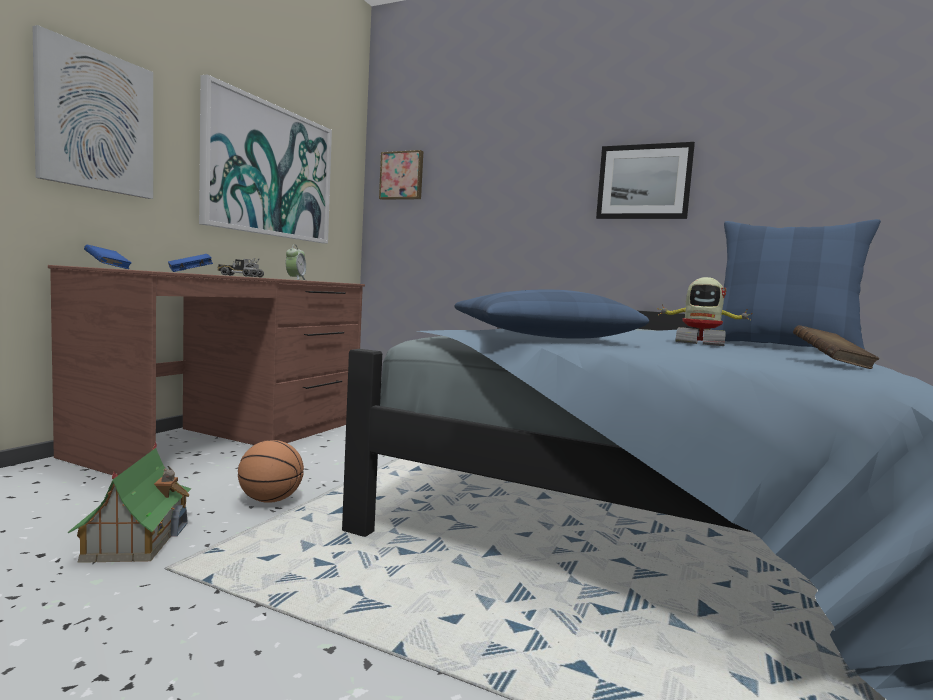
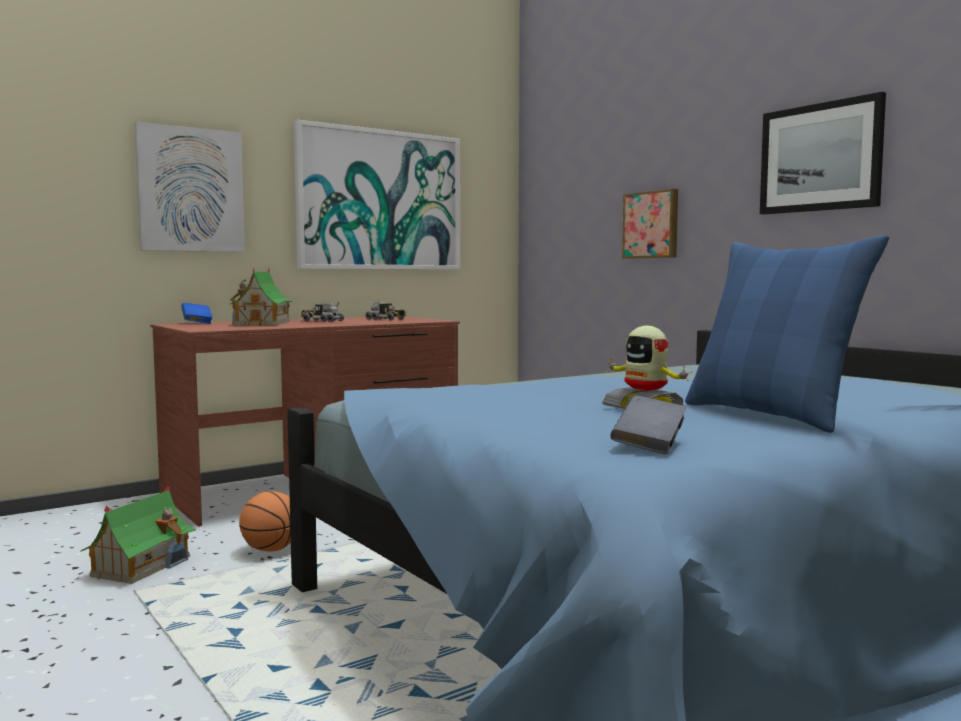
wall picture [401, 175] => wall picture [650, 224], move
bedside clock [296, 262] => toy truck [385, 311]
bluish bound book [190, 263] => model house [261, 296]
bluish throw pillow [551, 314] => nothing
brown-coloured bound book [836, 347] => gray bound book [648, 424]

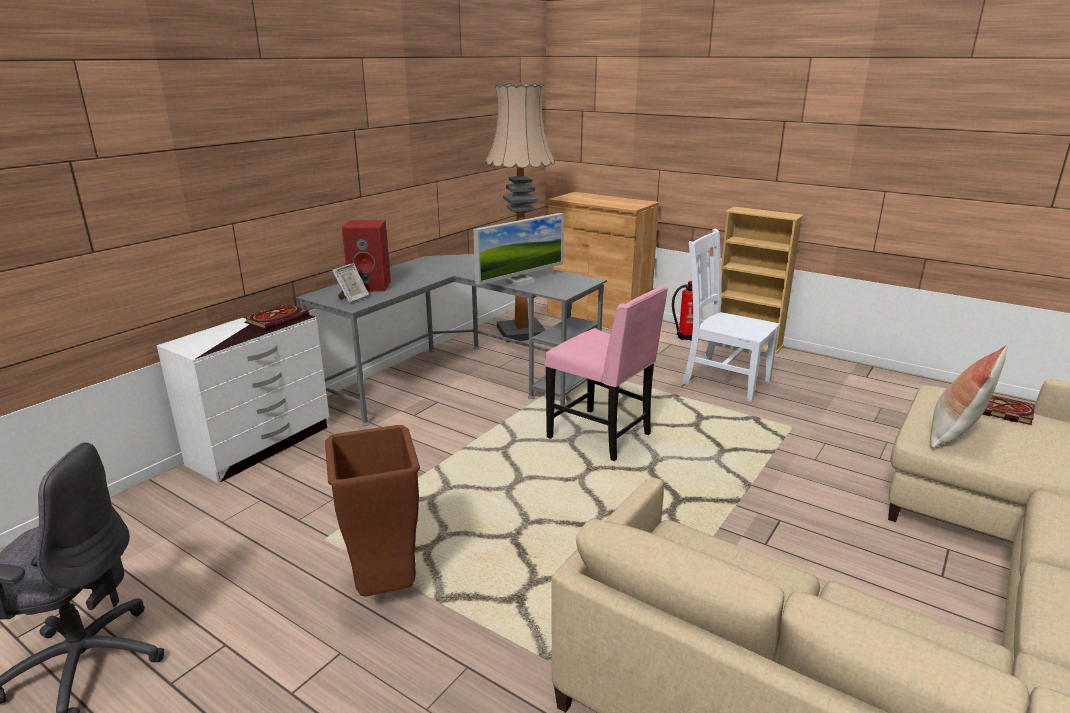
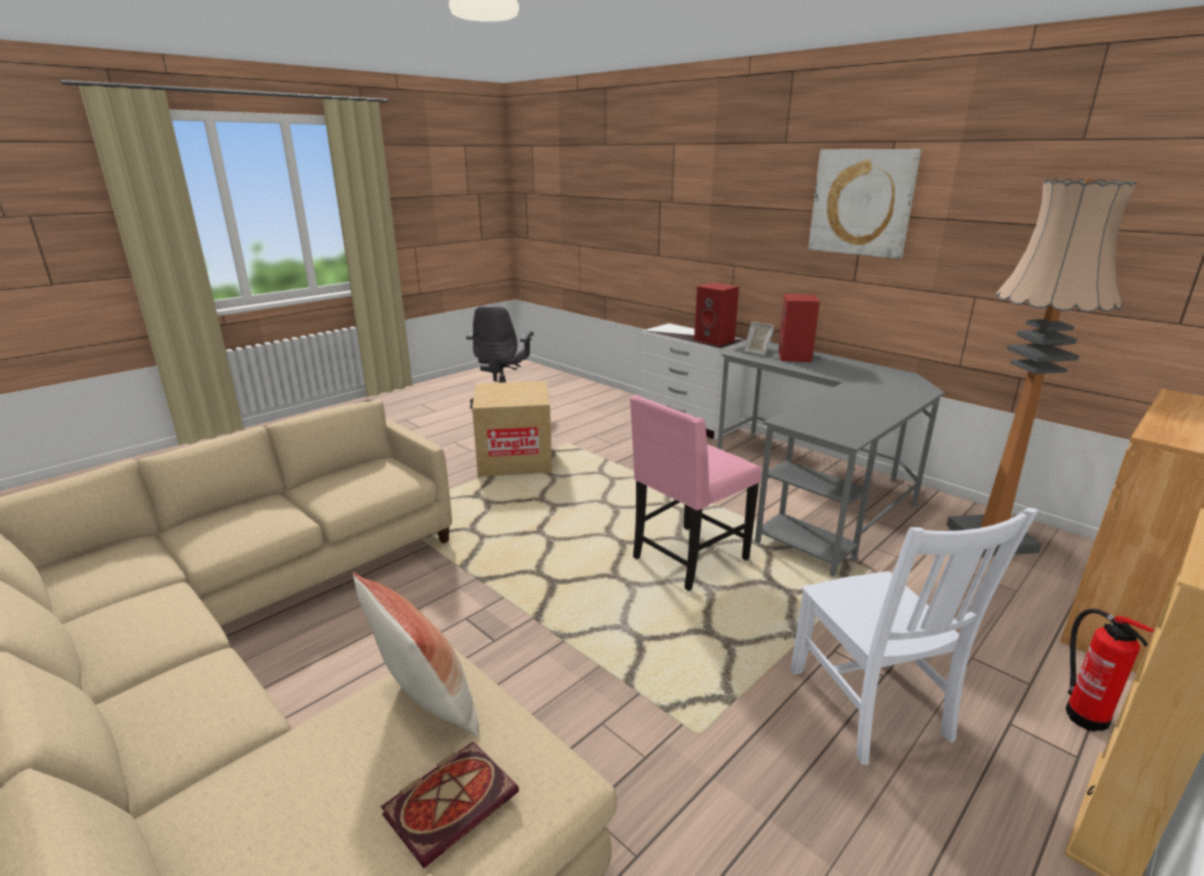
computer display [518, 249] => nothing
white plain chair [731, 315] => white plain chair [914, 636], 120 degrees clockwise
bound book [276, 316] => red audio speaker [716, 314]
brown-coloured trash can [372, 511] => carton [512, 429]
nothing => wall picture [864, 204]

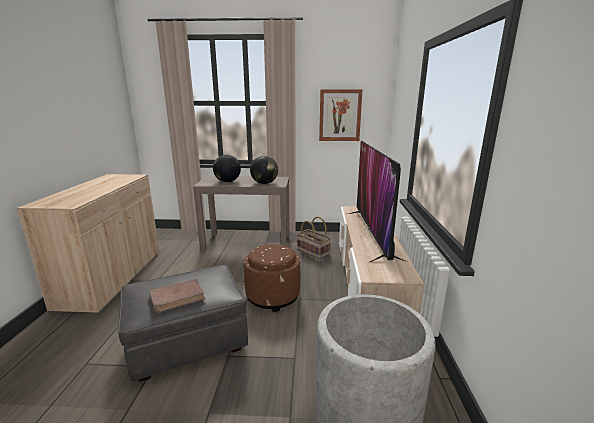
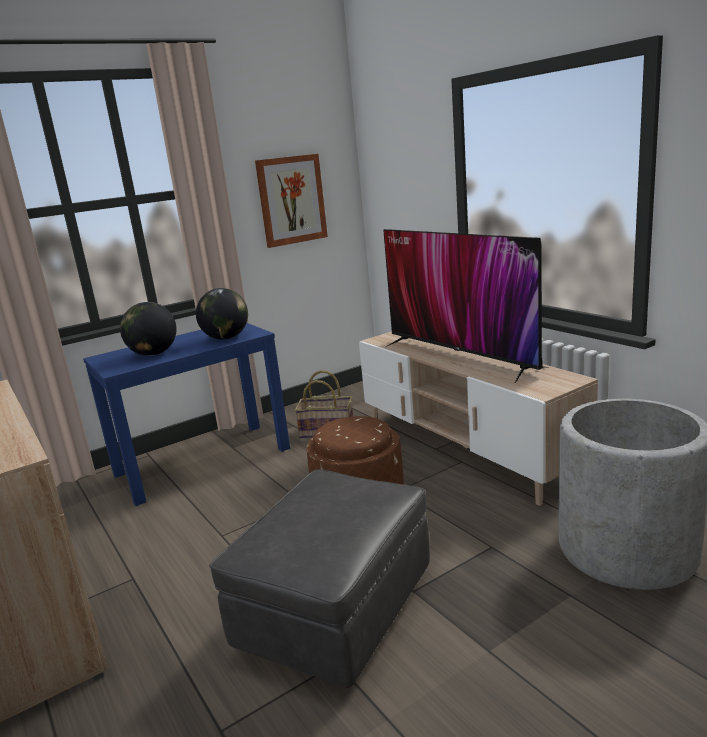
brown-coloured hall table [241, 213] => bluish hall table [186, 414]
brown-coloured bound book [177, 296] => nothing

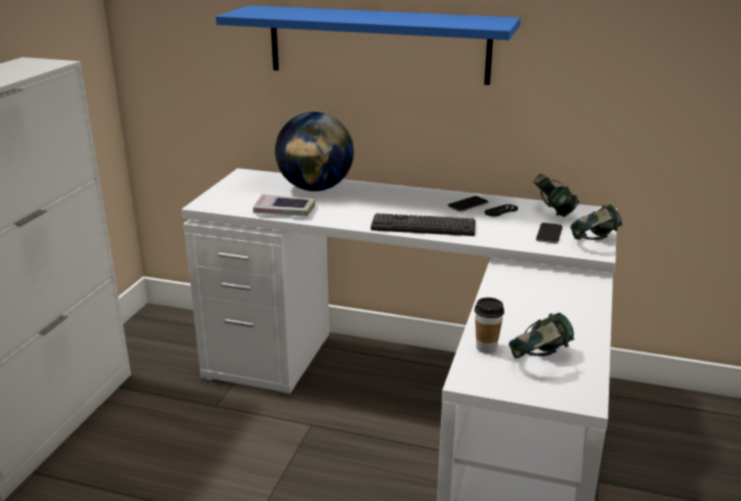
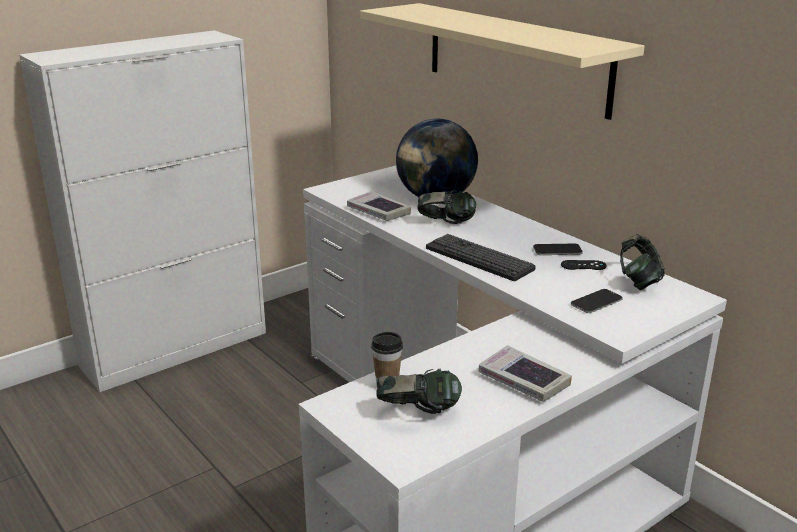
bluish shelf [368, 45] => sand-coloured shelf [502, 61]
headset [596, 222] => headset [447, 207], move
nothing => bound book [525, 373]

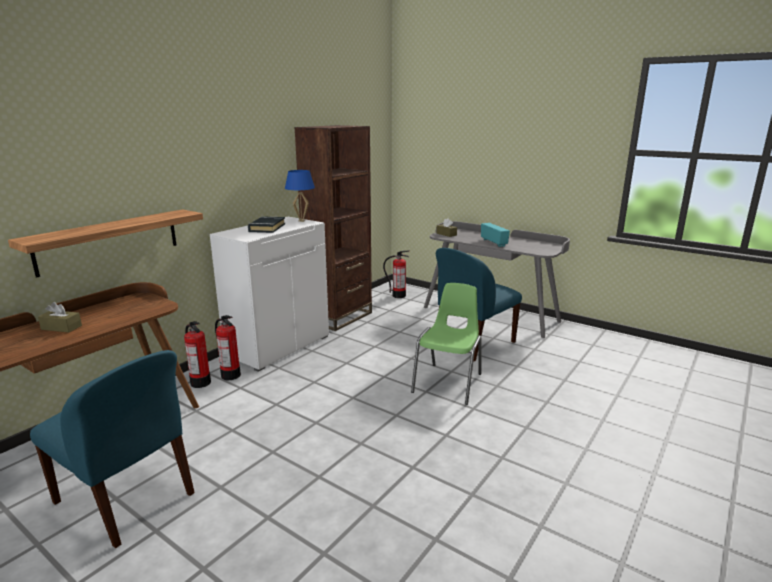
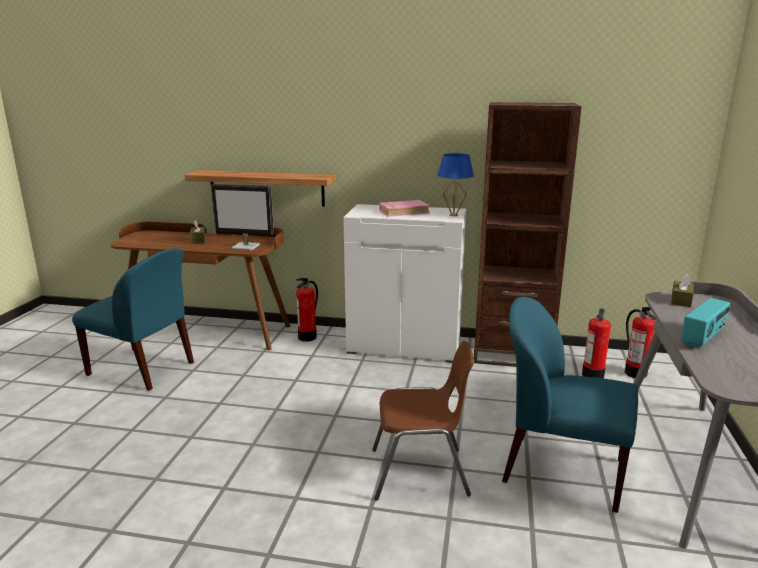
black bound book [266, 224] => pink-coloured bound book [404, 208]
green plain chair [446, 344] => brown-coloured plain chair [423, 421]
fire-fighting cylinder [228, 347] => fire-fighting cylinder [596, 344], move
bluish plain chair [112, 449] => bluish plain chair [133, 319], 75 degrees counterclockwise
nothing => computer display [242, 217]

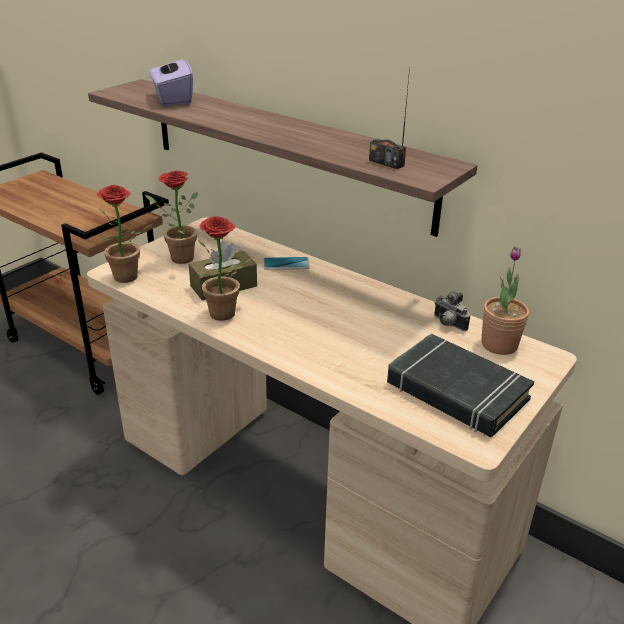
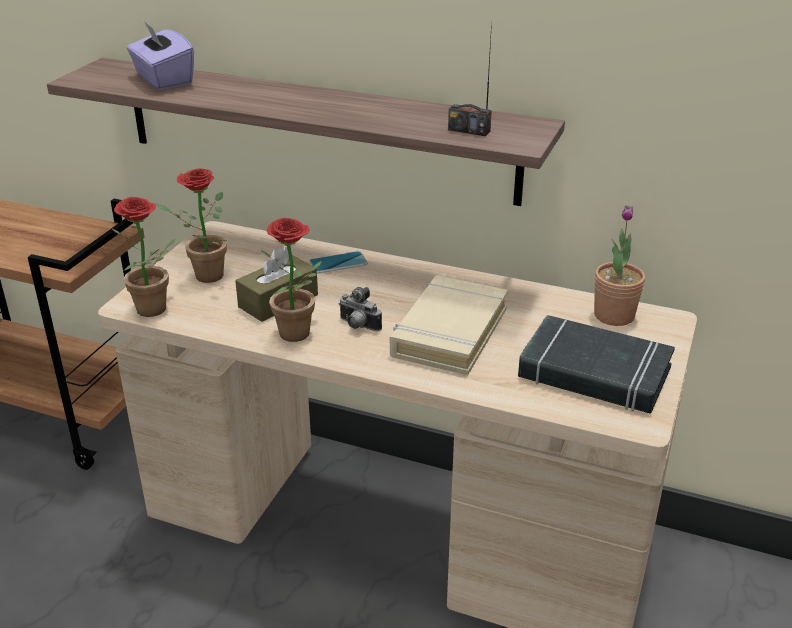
photo camera [452, 311] => photo camera [360, 309], move
nothing => sand-coloured bound book [449, 325]

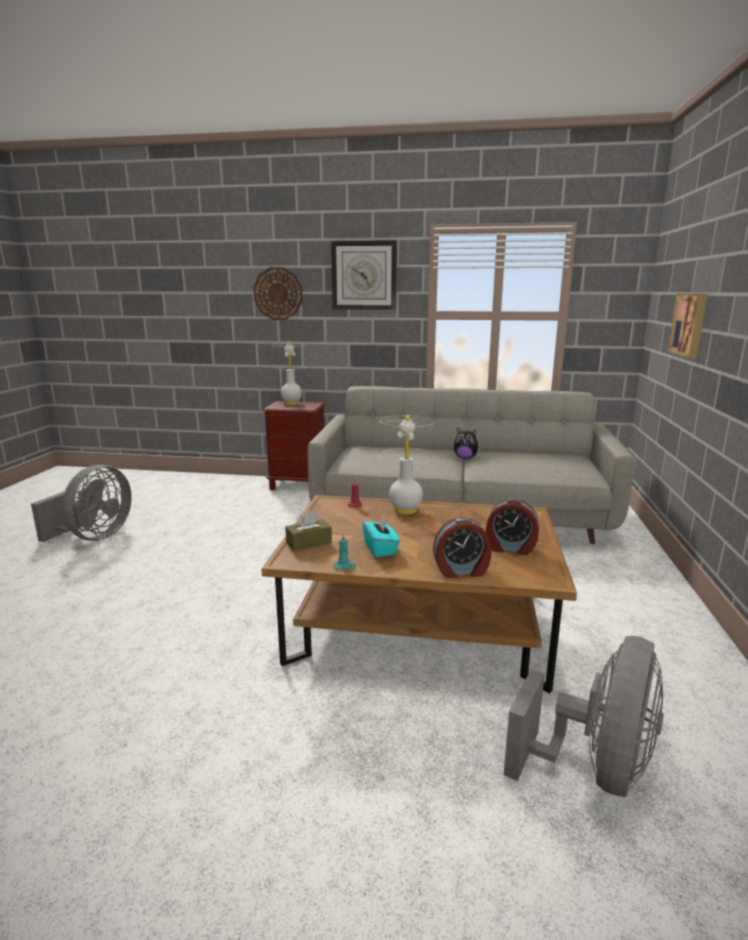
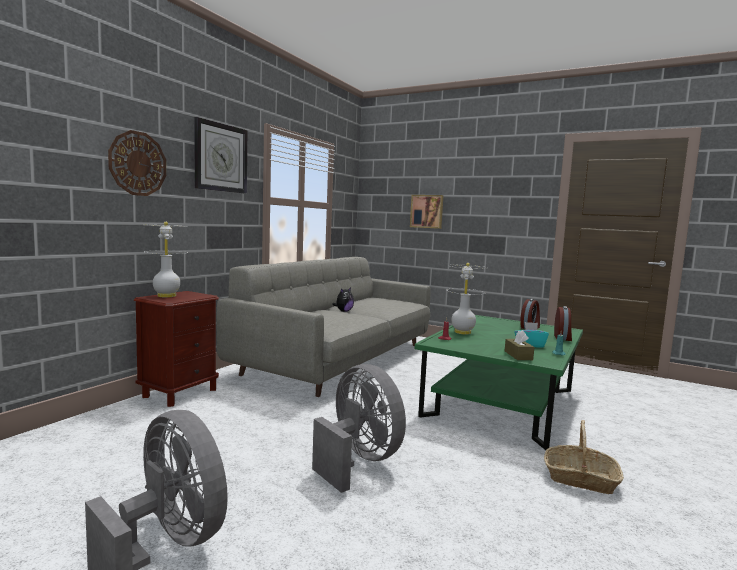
brown-coloured low table [419, 594] => green low table [499, 382]
gray electric fan [583, 716] => gray electric fan [359, 428], move
nothing => basket [584, 457]

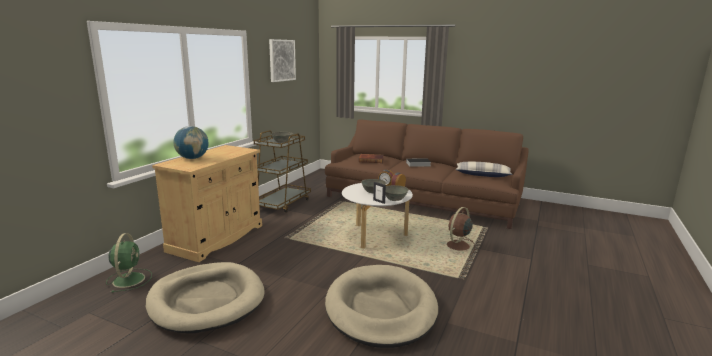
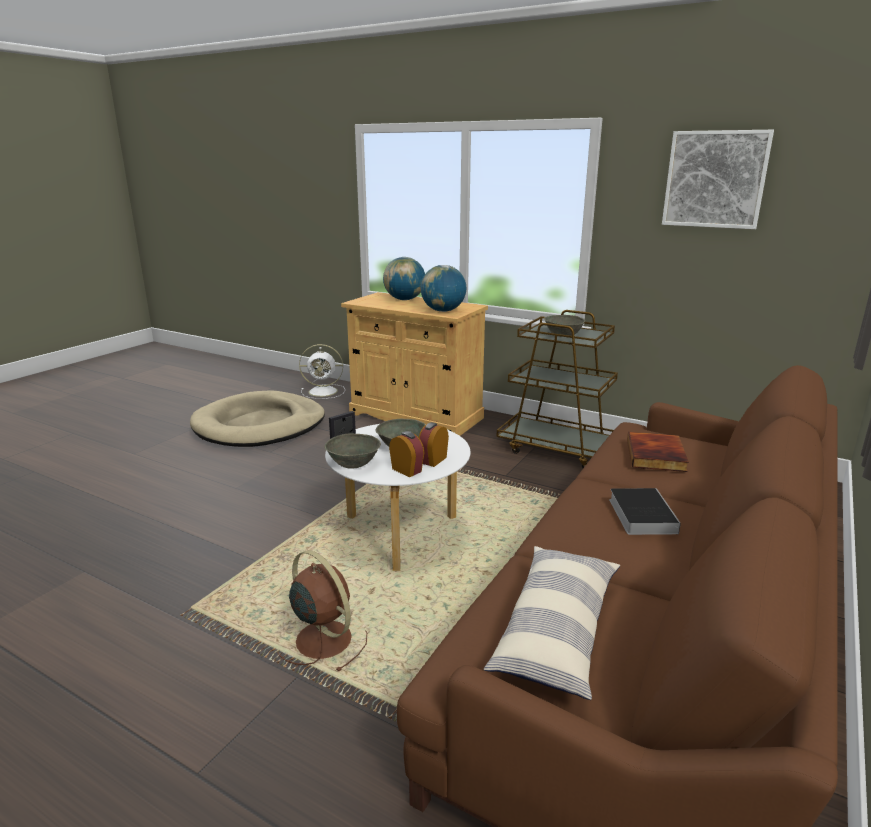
green electric fan [129, 263] => white electric fan [322, 371]
sand-coloured dog bed [381, 306] => nothing
nothing => world globe [443, 288]

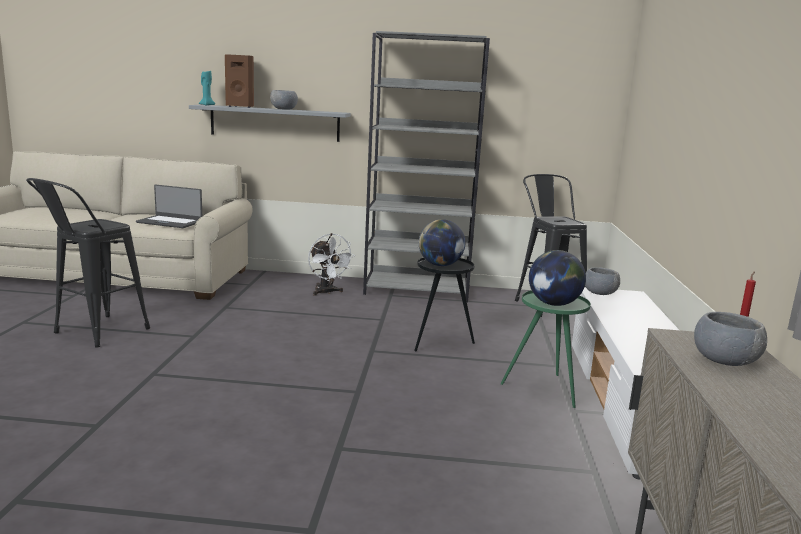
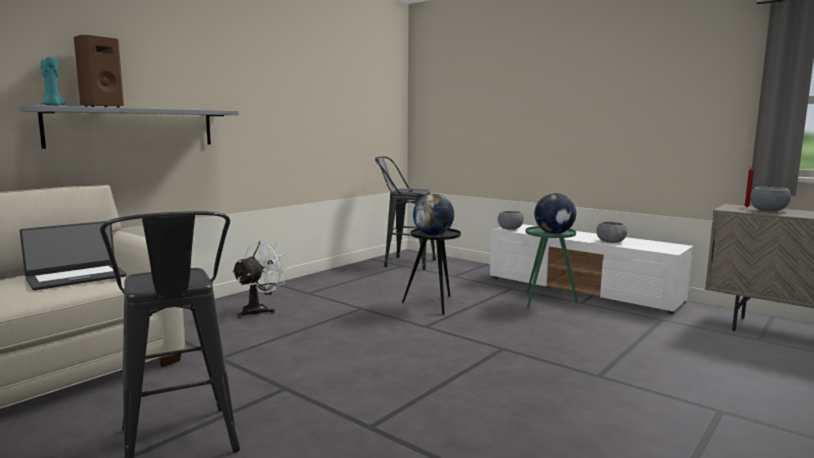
gray bookcase [426, 166] => nothing
gray bowl [284, 100] => gray bowl [611, 232], move
white electric fan [331, 264] => white electric fan [259, 279], 60 degrees counterclockwise

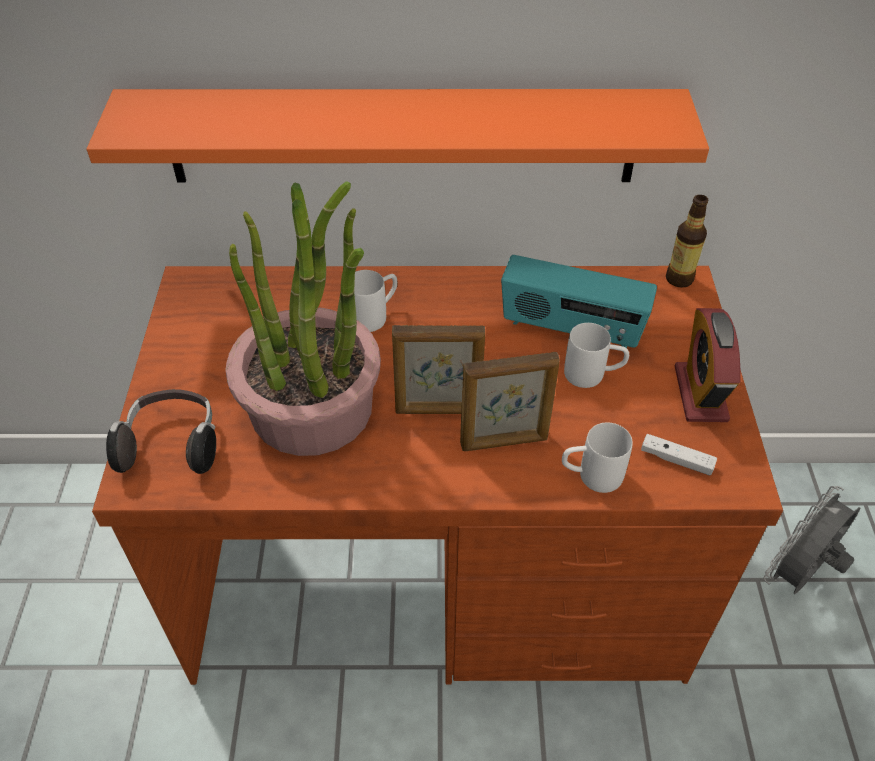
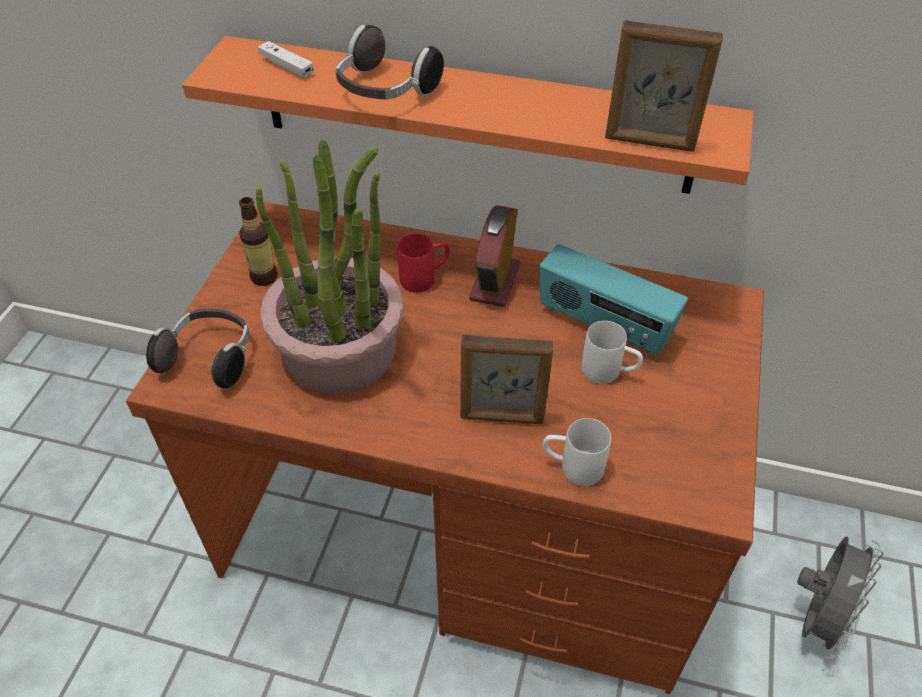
bottle [687, 241] => bottle [258, 241], move
white coffee mug [375, 301] => red coffee mug [423, 263]
bedside clock [707, 365] => bedside clock [494, 256], move
standing frame [438, 369] => standing frame [664, 86], move
white game controller [679, 454] => white game controller [286, 60], move
gray electric fan [812, 540] => gray electric fan [840, 598], 150 degrees clockwise
nothing => headset [389, 62]

